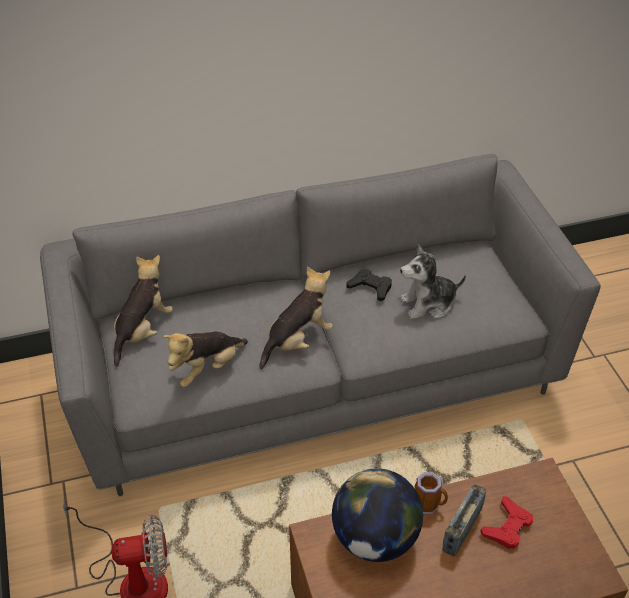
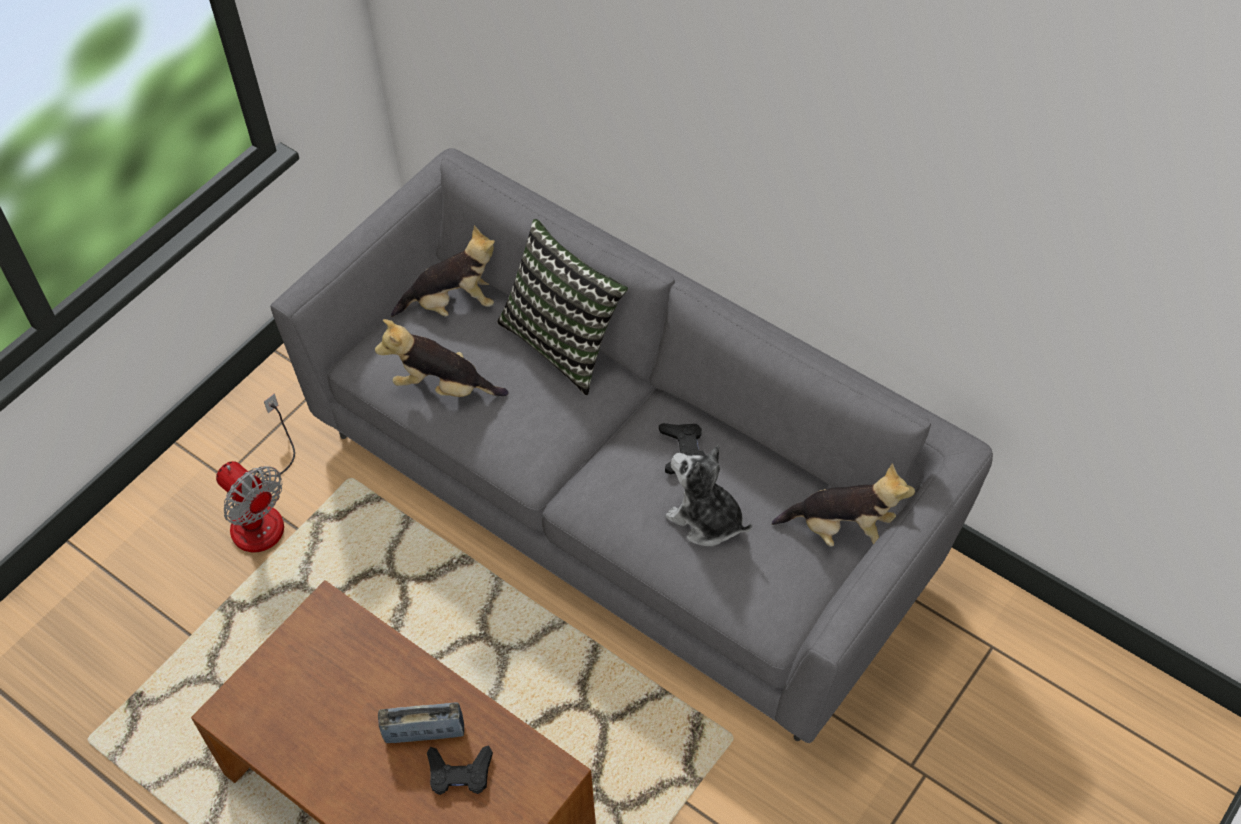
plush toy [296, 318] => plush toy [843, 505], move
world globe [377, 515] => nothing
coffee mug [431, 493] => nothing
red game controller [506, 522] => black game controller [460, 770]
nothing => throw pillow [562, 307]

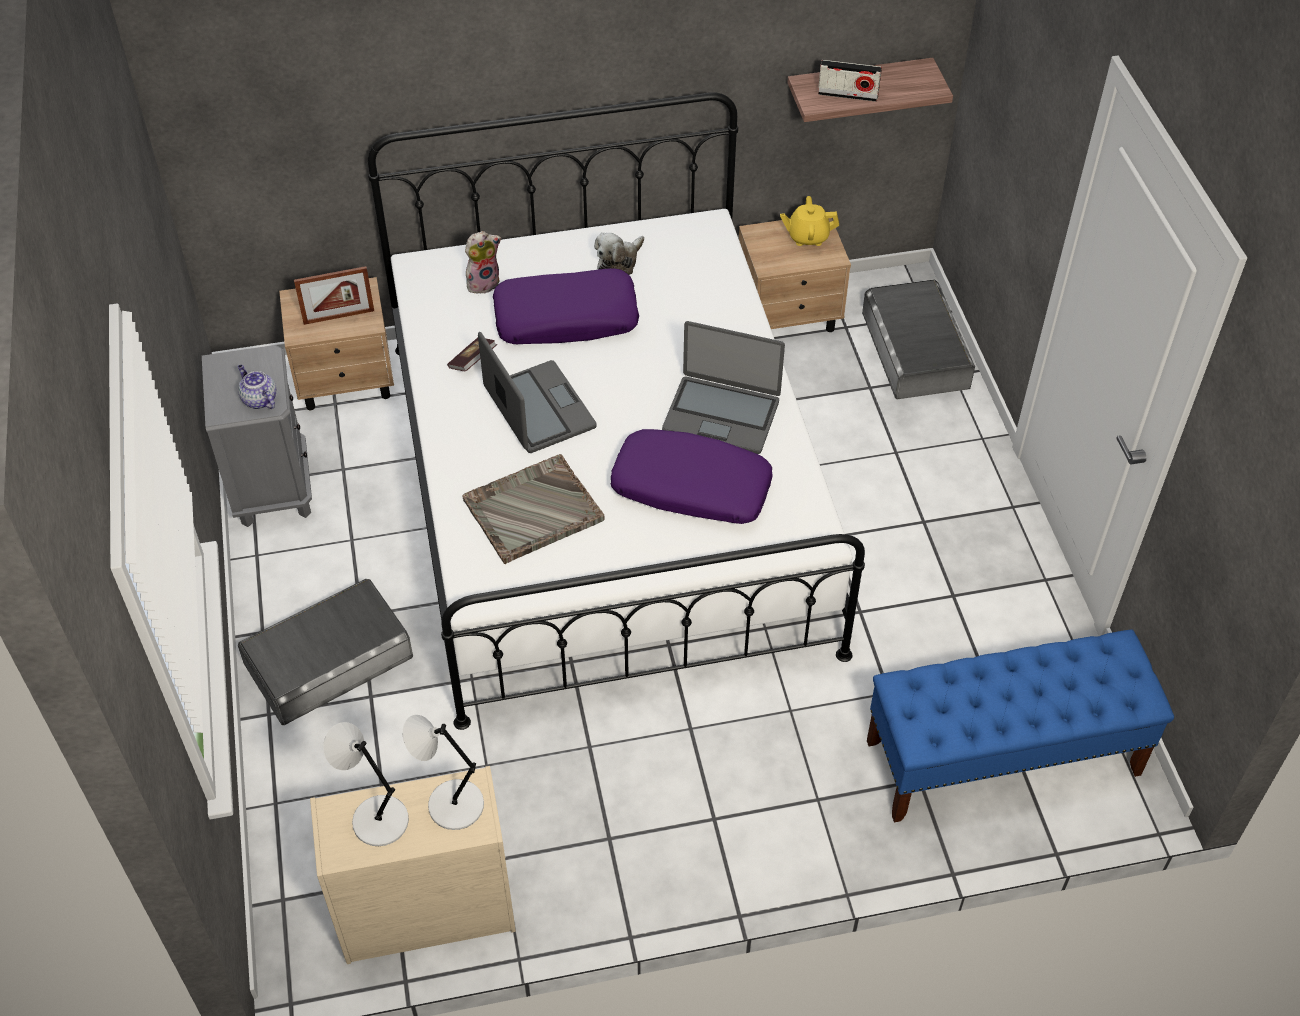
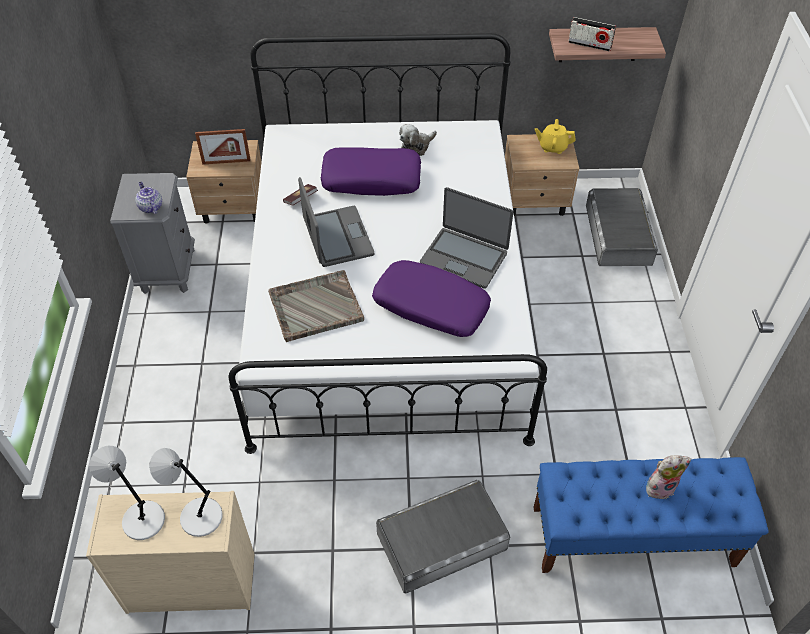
plush toy [483, 262] => plush toy [668, 477], move
gray storage box [325, 652] => gray storage box [443, 536], move

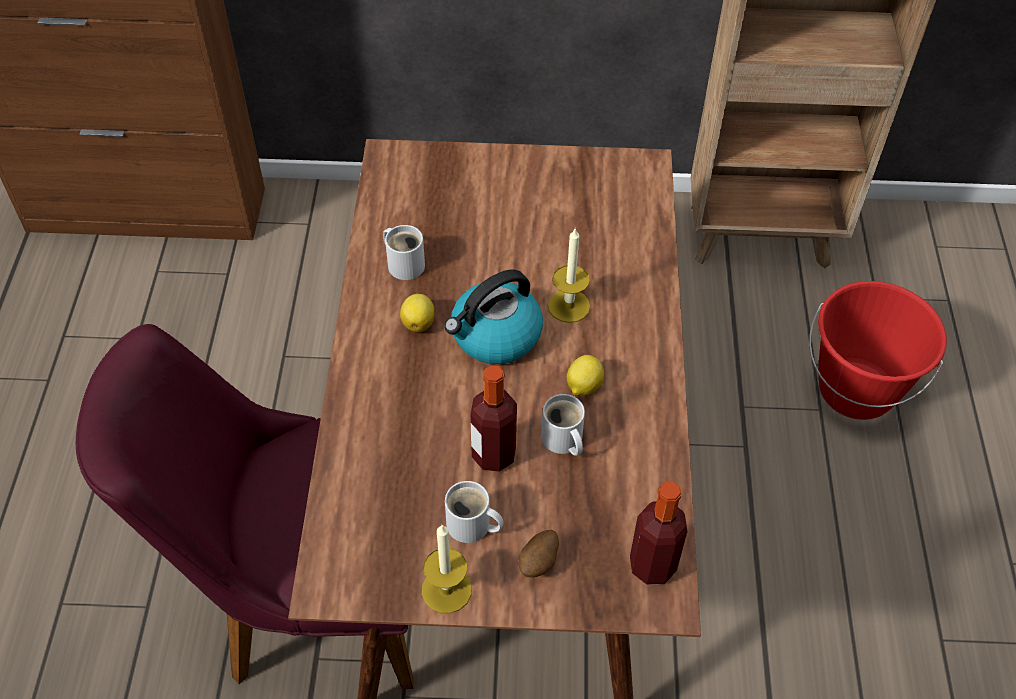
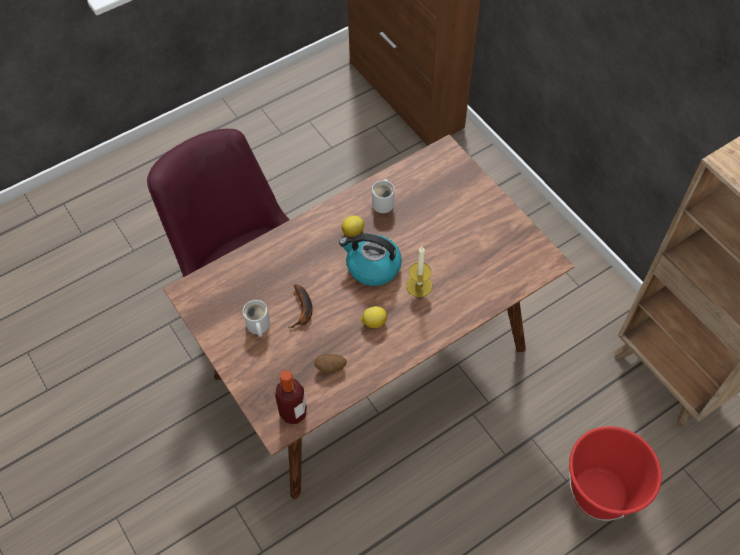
bottle [494, 418] => banana [301, 306]
white coffee mug [563, 425] => nothing
wax candle [447, 569] => nothing
whole potato [539, 553] => whole potato [330, 363], move

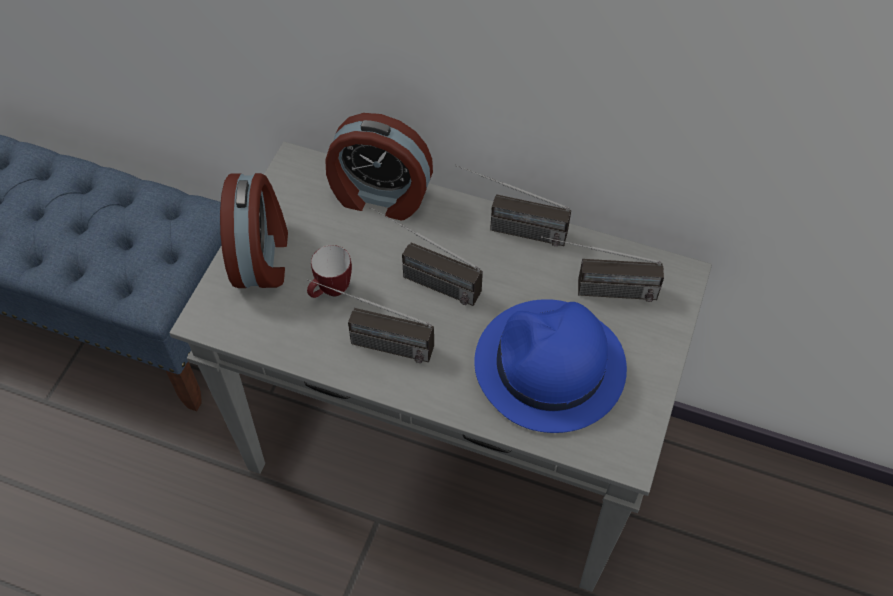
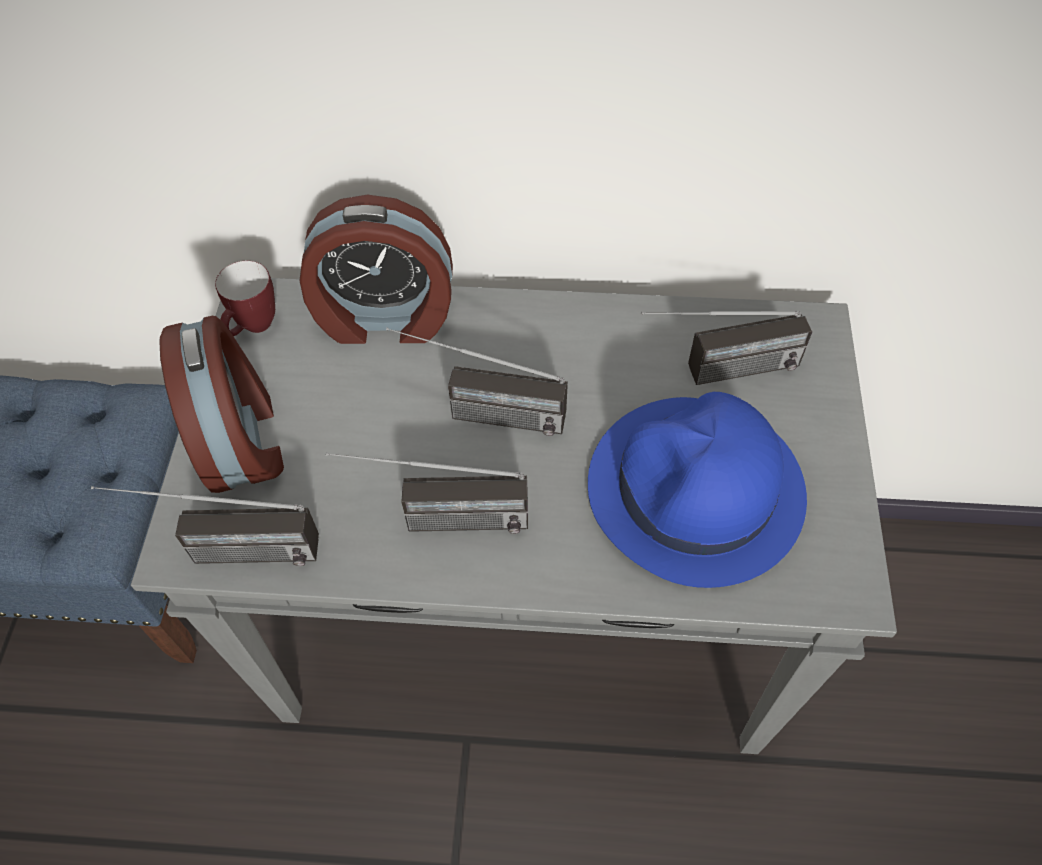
radio set [513, 205] => radio set [205, 526], move
coffee mug [329, 271] => coffee mug [245, 298], move

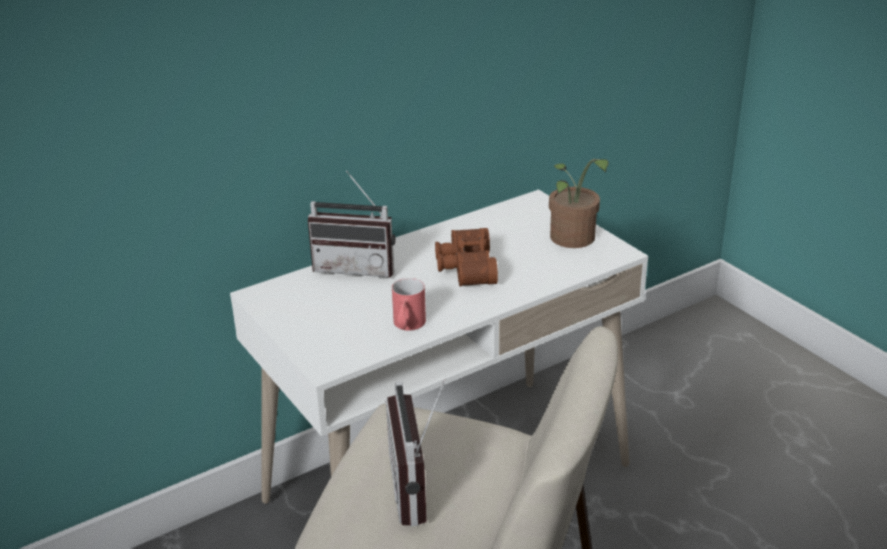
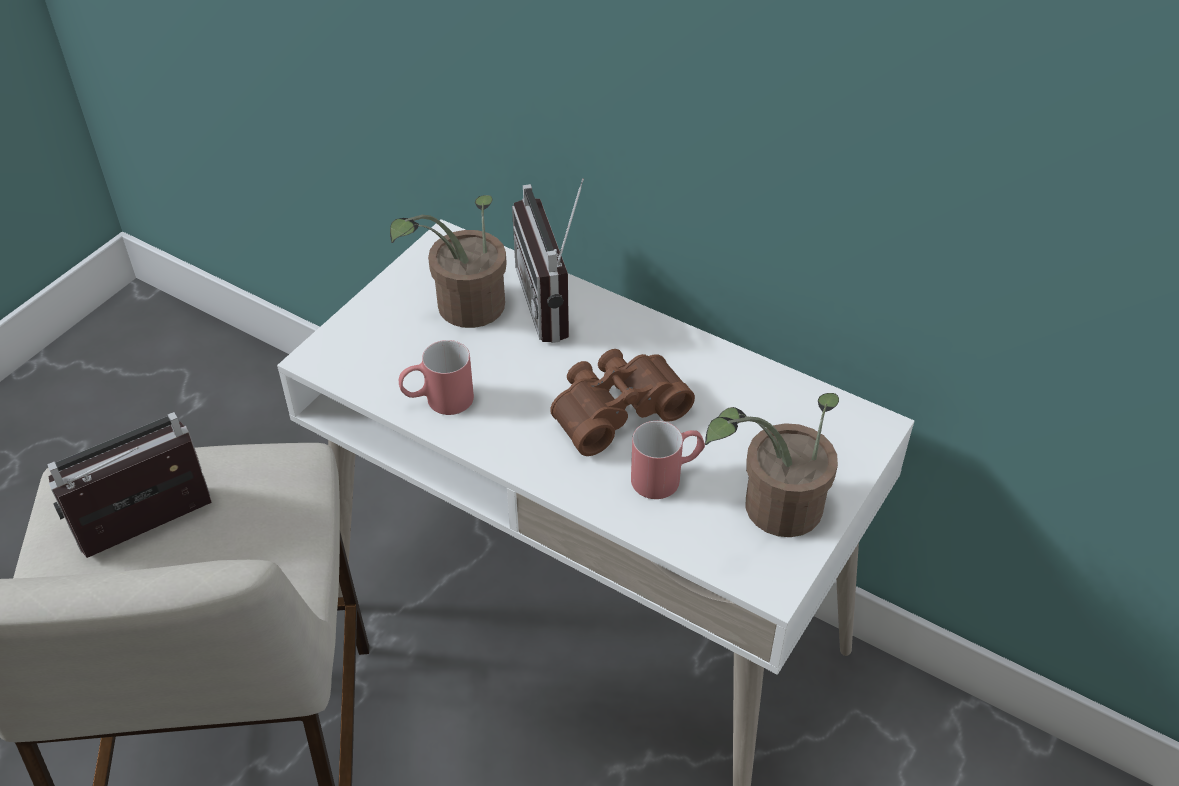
nothing => potted plant [448, 261]
nothing => red coffee mug [668, 460]

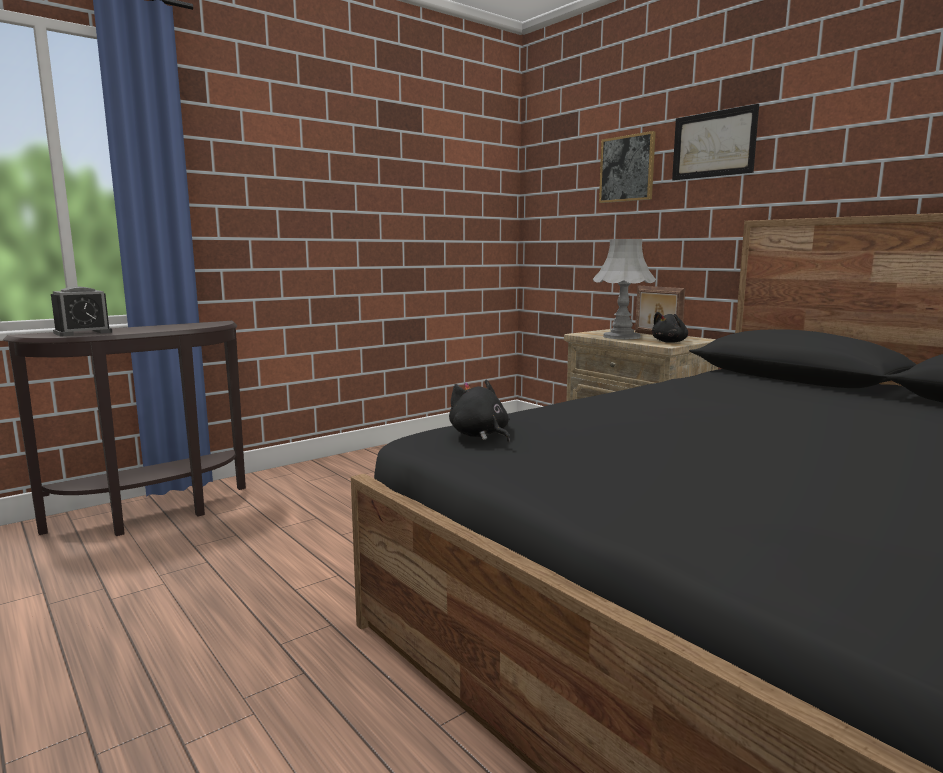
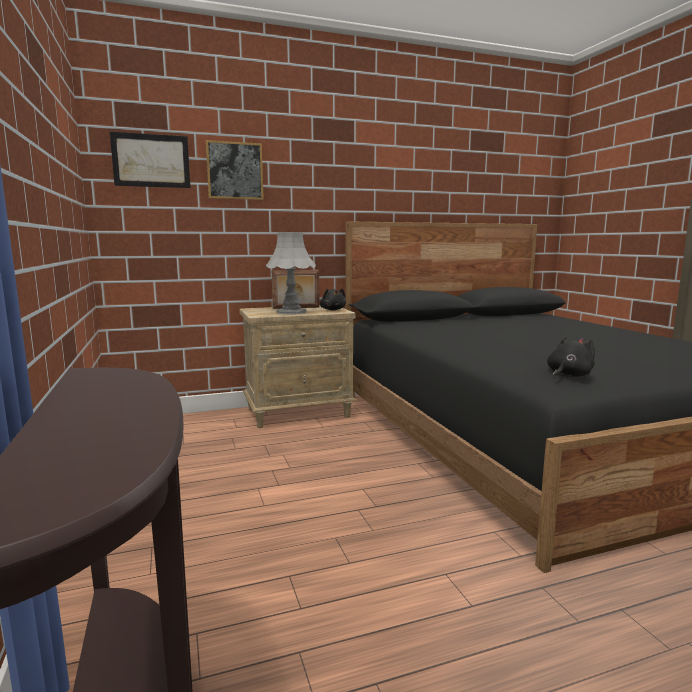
wall picture [715, 142] => wall picture [150, 160], move
bedside clock [81, 311] => nothing
black plush toy [479, 411] => black plush toy [571, 357], 150 degrees clockwise

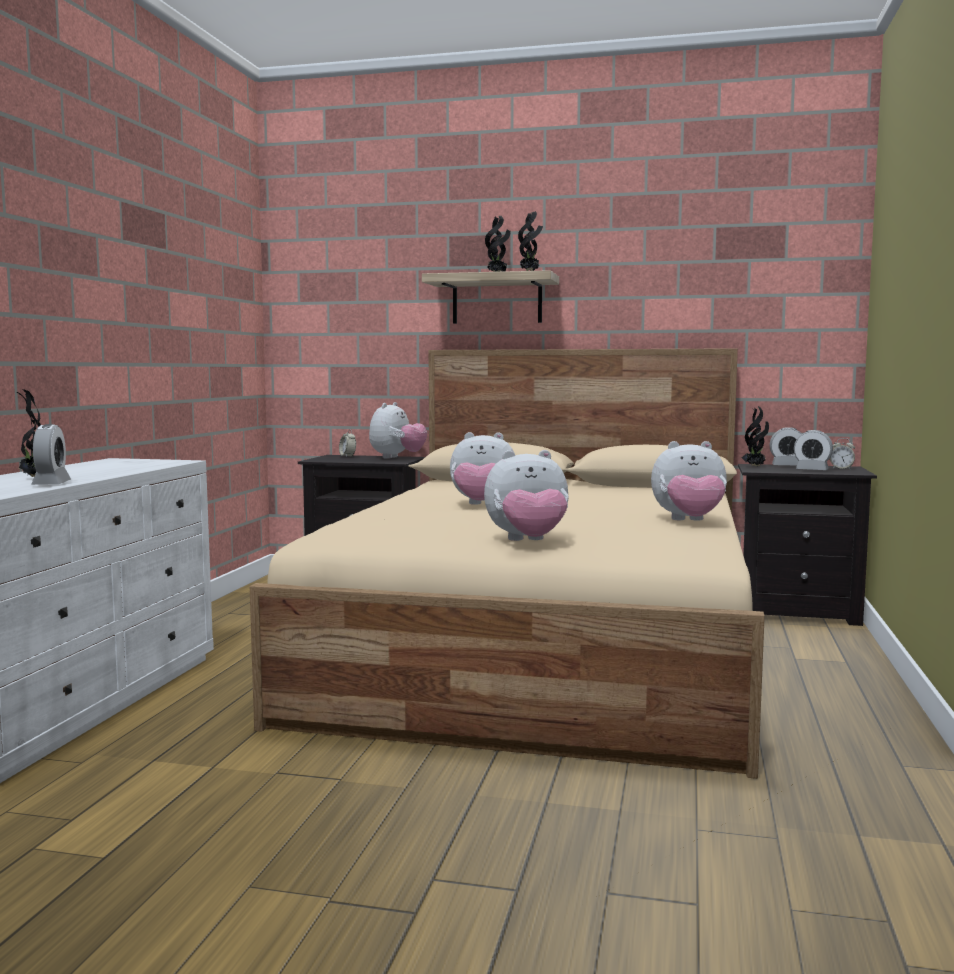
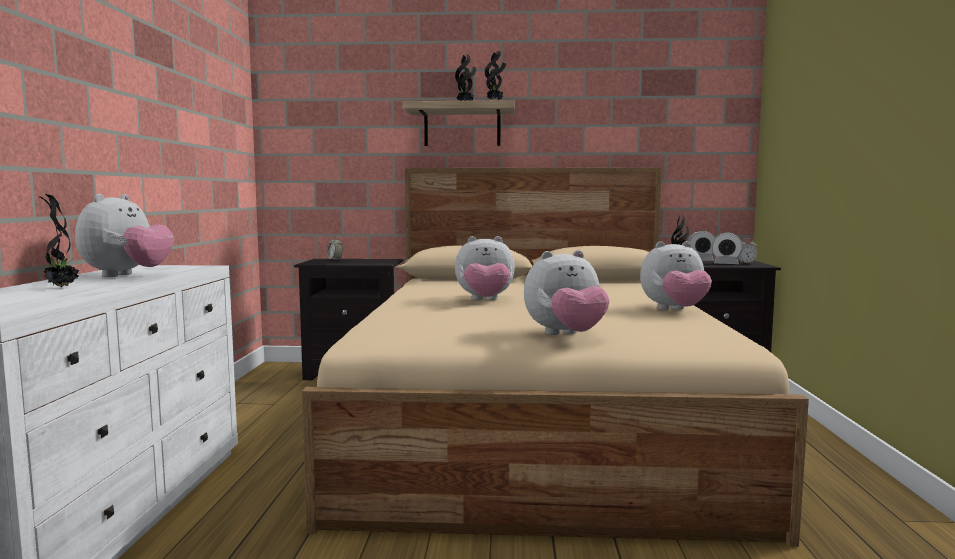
plush toy [398, 430] => plush toy [124, 235], move
bedside clock [51, 454] => nothing

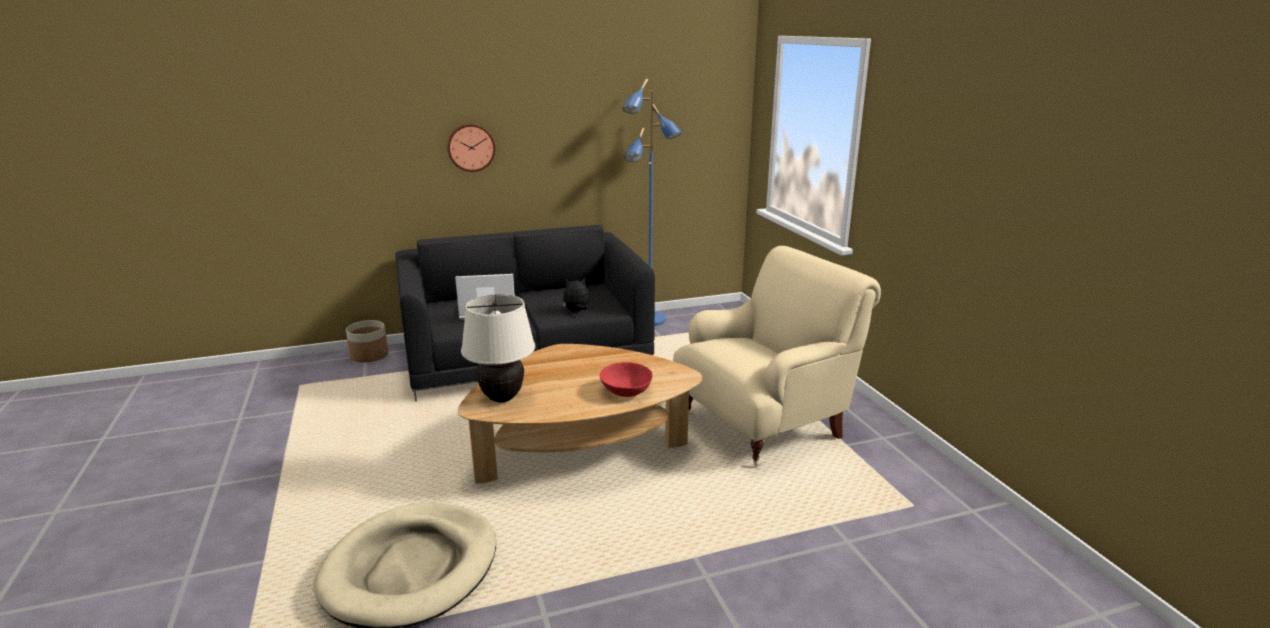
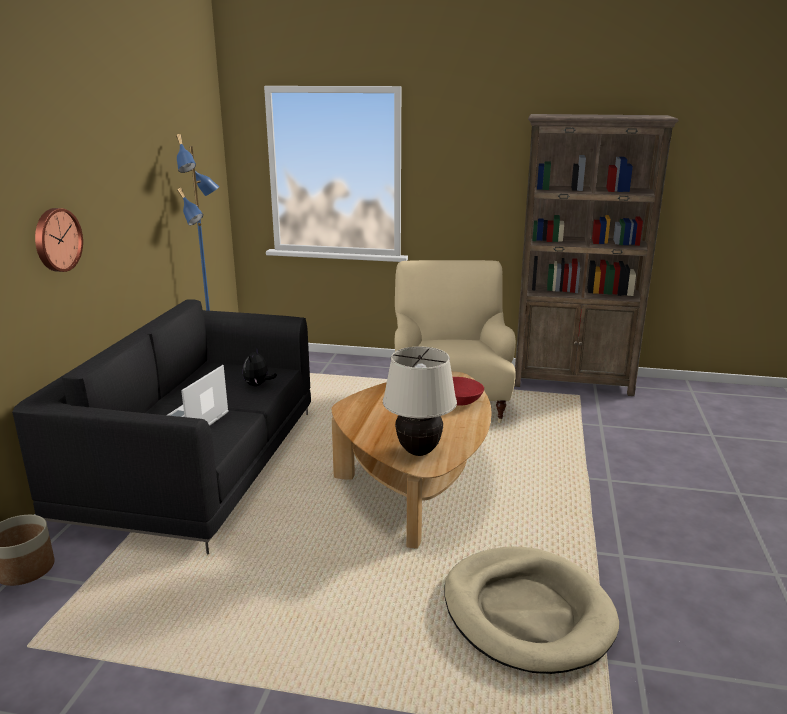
nothing => brown-coloured bookcase [596, 255]

